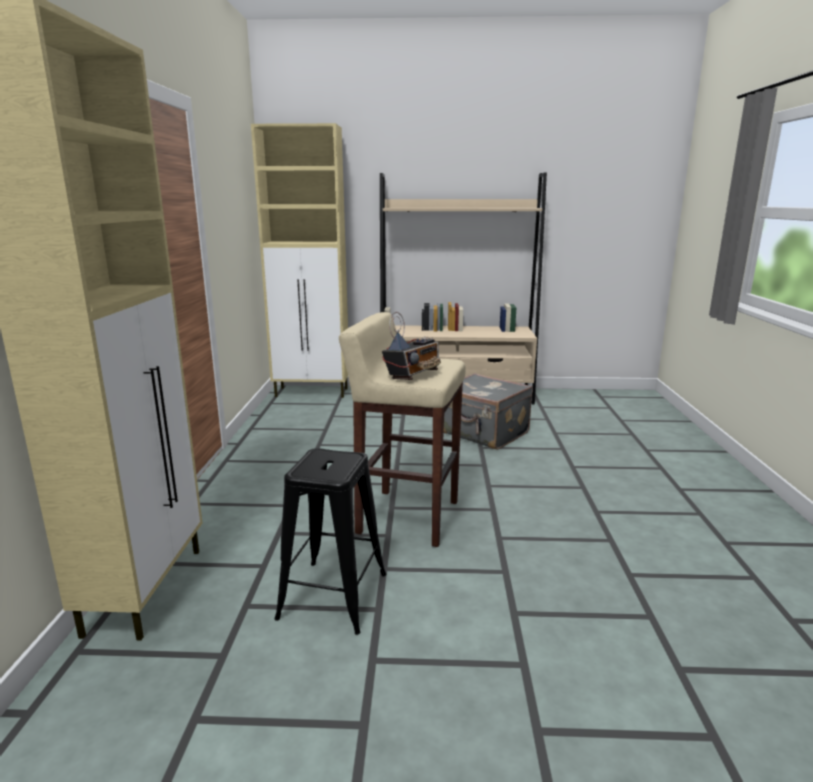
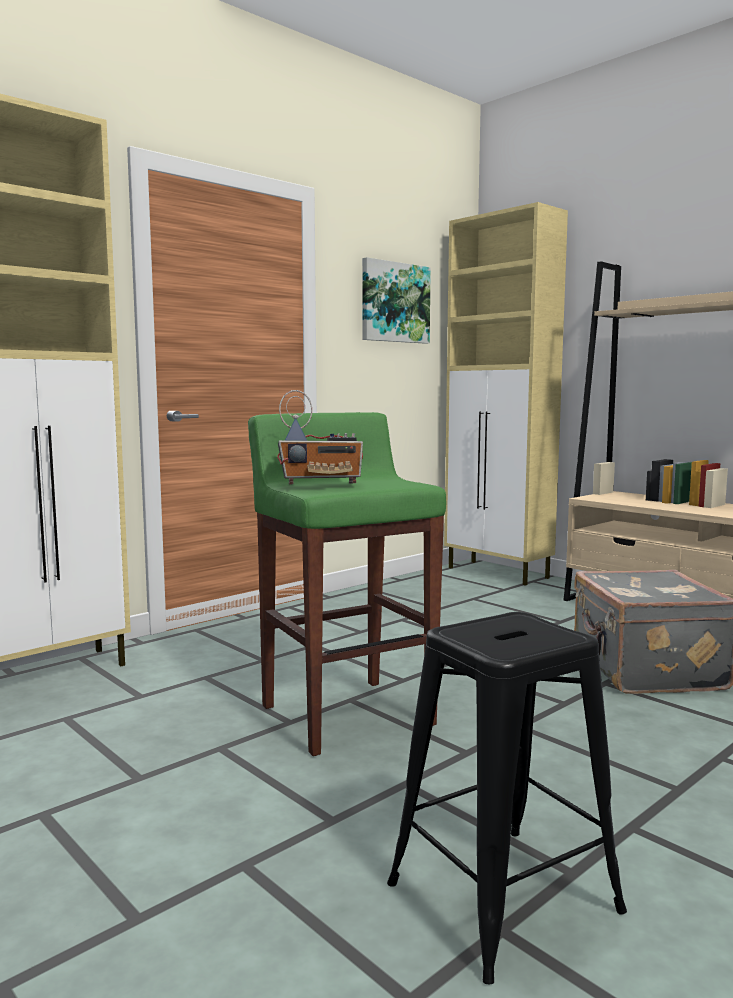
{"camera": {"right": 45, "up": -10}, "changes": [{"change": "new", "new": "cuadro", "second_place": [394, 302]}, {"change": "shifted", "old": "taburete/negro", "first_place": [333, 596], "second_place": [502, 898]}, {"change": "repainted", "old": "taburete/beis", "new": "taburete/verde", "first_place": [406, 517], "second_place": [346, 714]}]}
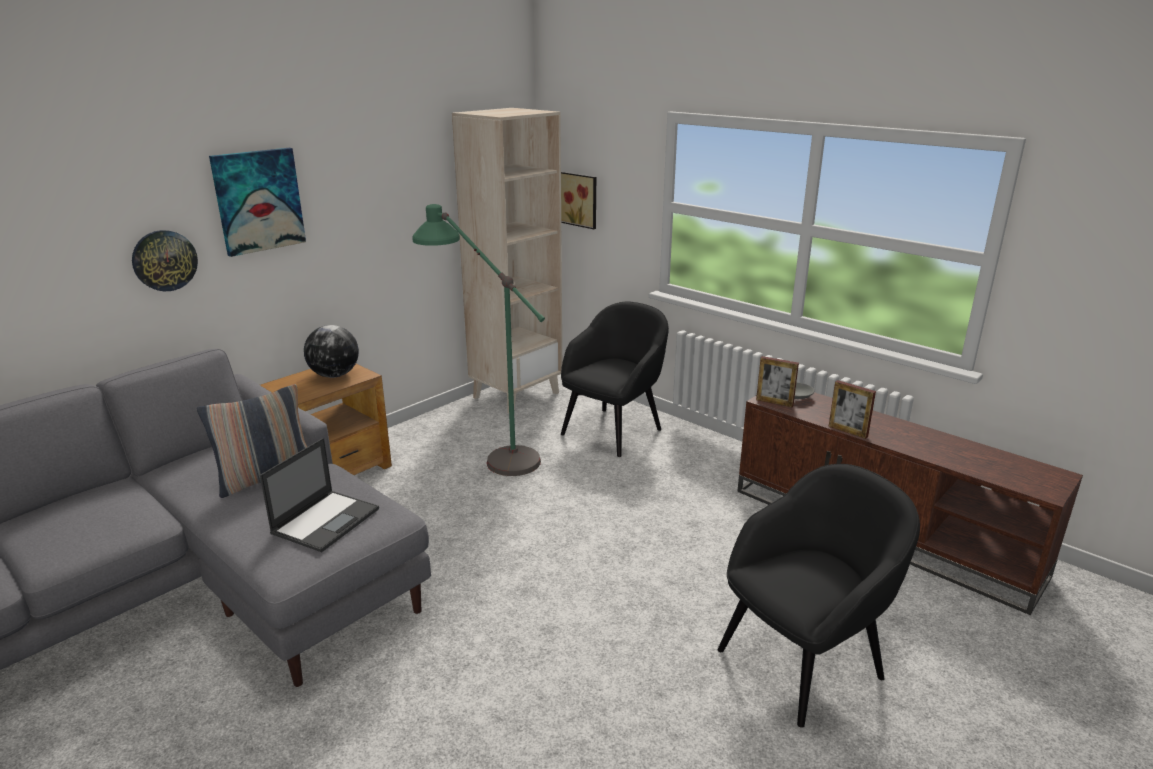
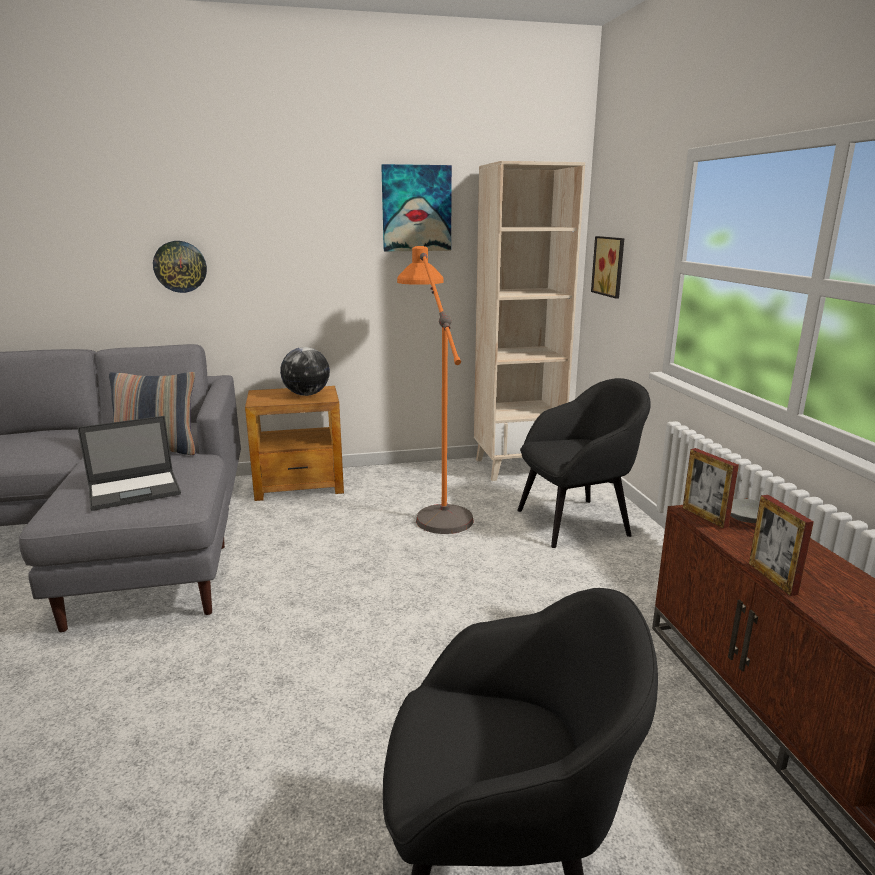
{"camera": {"right": 35, "up": -5}, "changes": [{"change": "shifted", "old": "cuadro", "first_place": [258, 201], "second_place": [416, 208]}, {"change": "repainted", "old": "lámpara de pie/verde", "new": "lámpara de pie/naranja", "first_place": [487, 449], "second_place": [435, 503]}]}
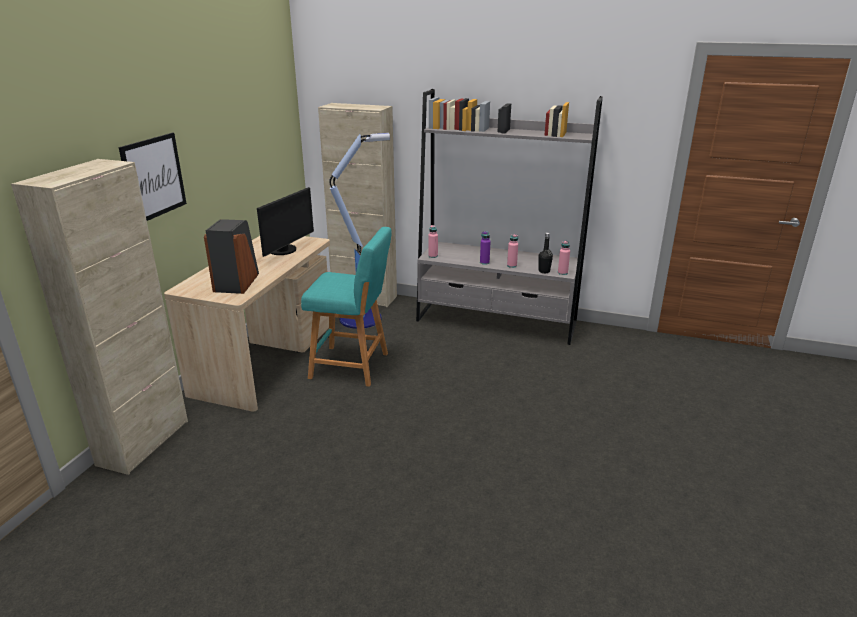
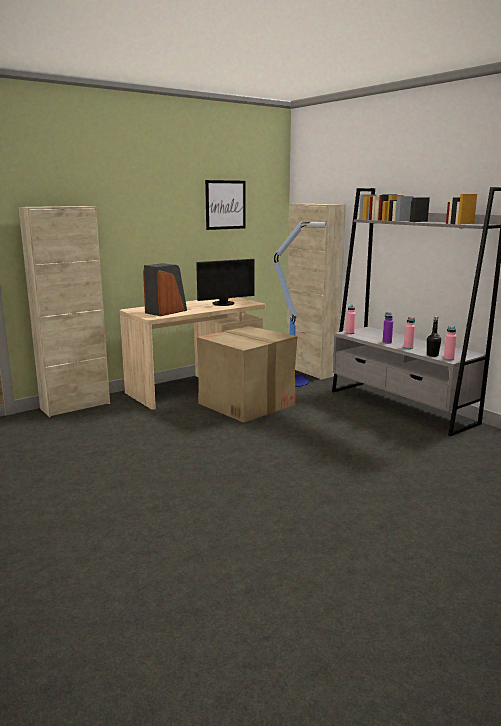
{"camera": {"right": 35, "up": -10}, "changes": [{"change": "shifted", "old": "cuadro", "first_place": [154, 177], "second_place": [225, 205]}, {"change": "swapped", "old": "taburete/turquesa", "new": "caja de cartón", "first_place": [353, 366], "second_place": [247, 404]}]}
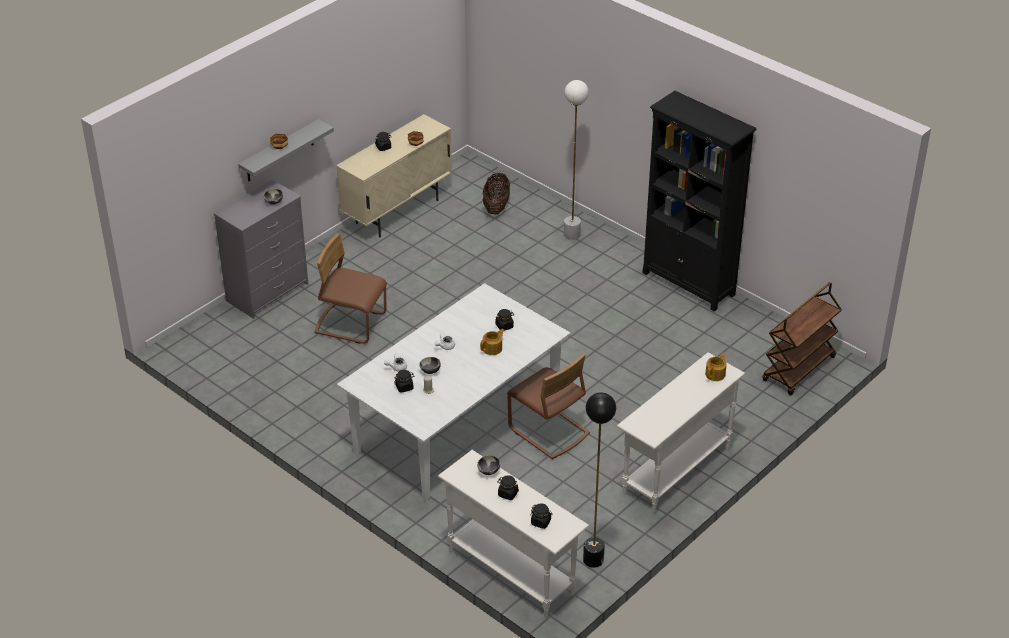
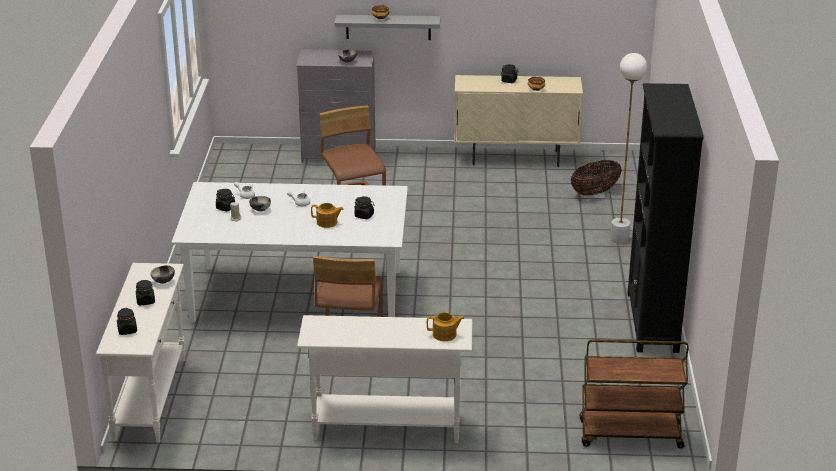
{"camera": {"right": 50, "up": -10}, "changes": [{"change": "gone", "old": "lámpara de pie/negro", "first_place": [593, 560]}]}
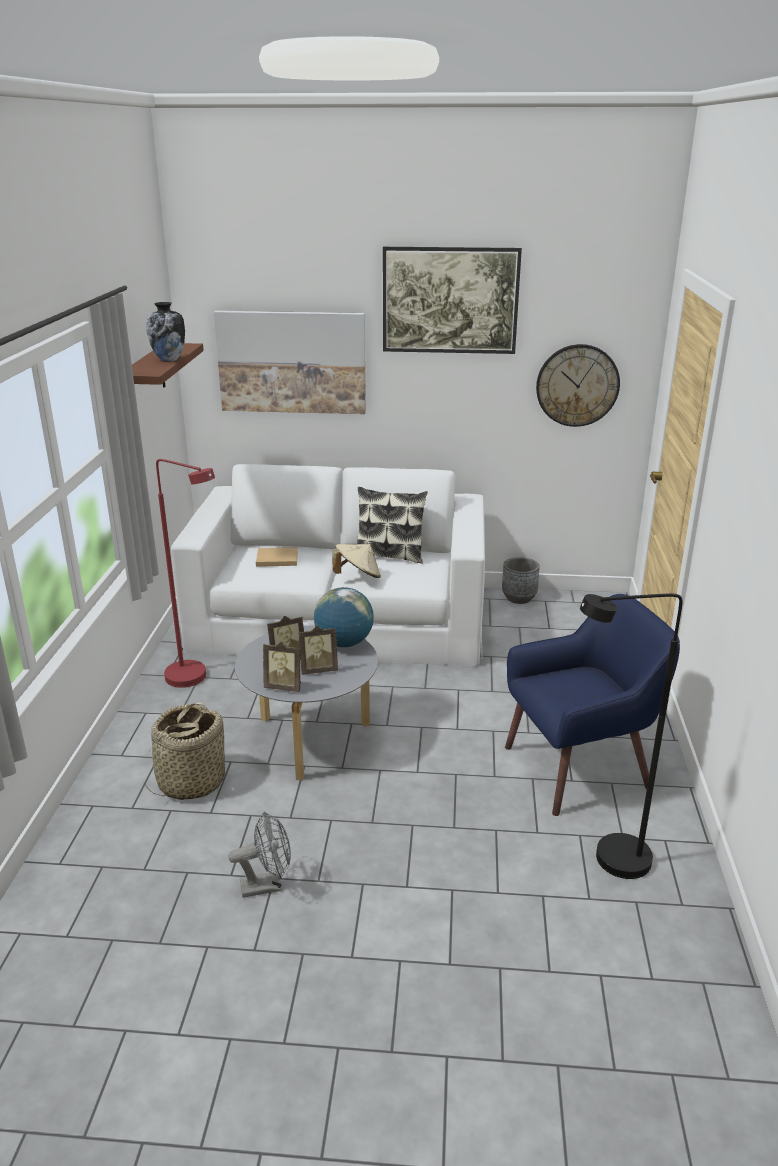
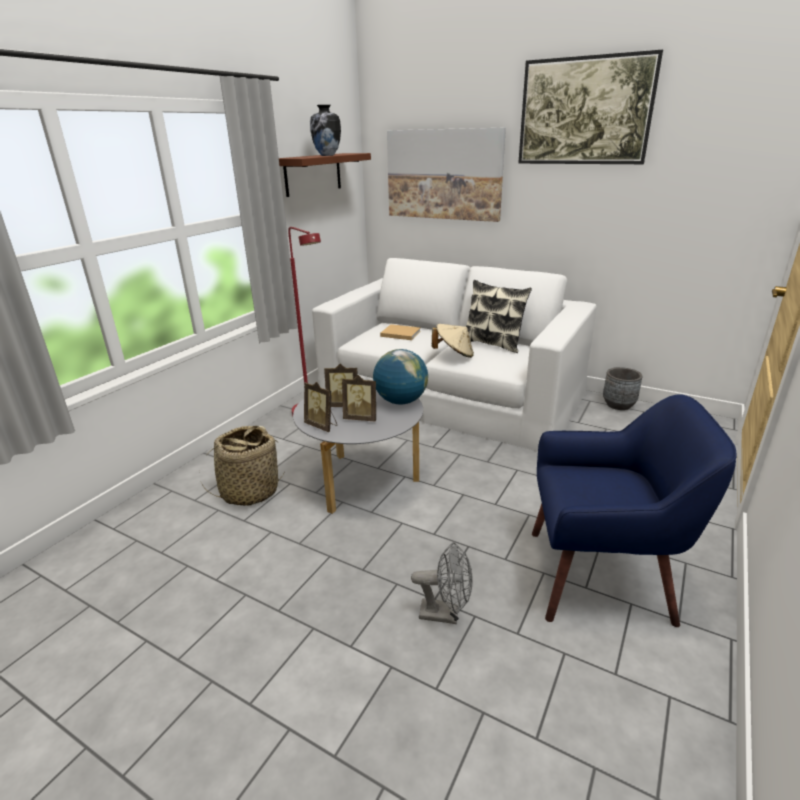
{"camera": {"right": 25, "up": 0}, "changes": [{"change": "gone", "old": "reloj de pared", "first_place": [577, 385]}, {"change": "gone", "old": "lámpara de pie/negro", "first_place": [609, 862]}, {"change": "shifted", "old": "ventilador/gris", "first_place": [267, 885], "second_place": [445, 614]}]}
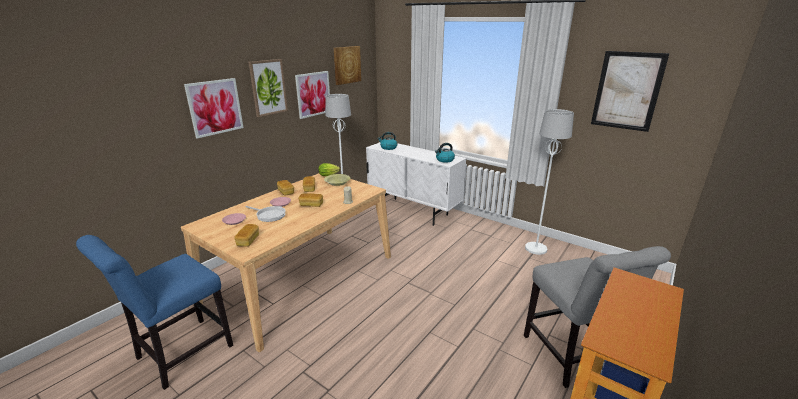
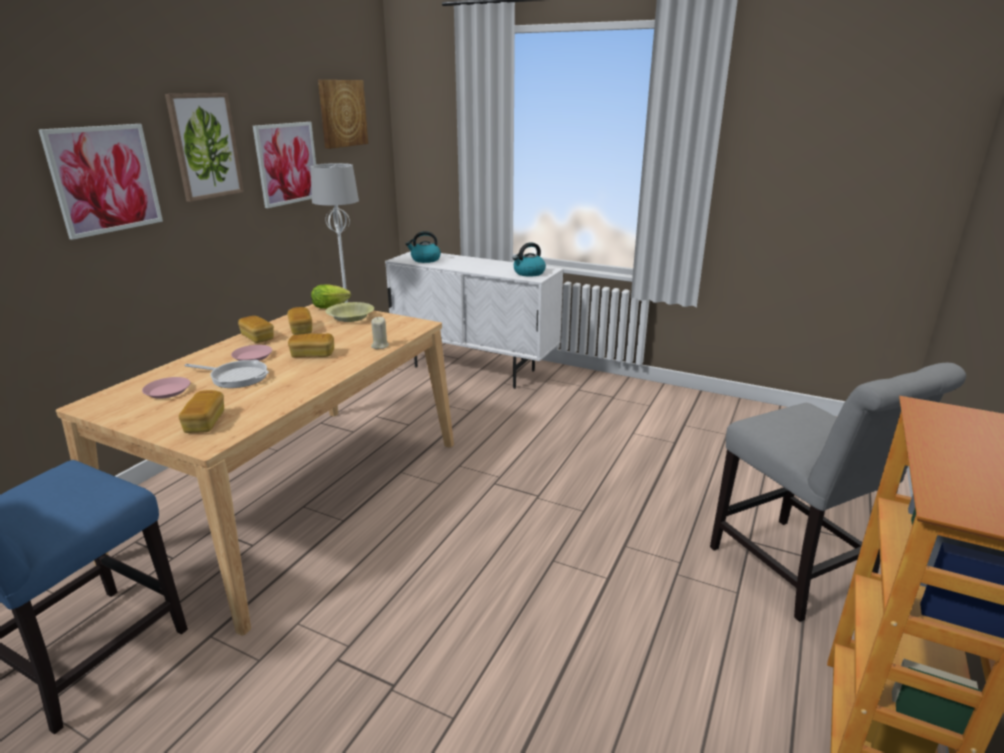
{"camera": {"right": -10, "up": 0}, "changes": [{"change": "gone", "old": "lámpara de pie/blanco", "first_place": [535, 249]}, {"change": "gone", "old": "cuadro", "first_place": [627, 91]}]}
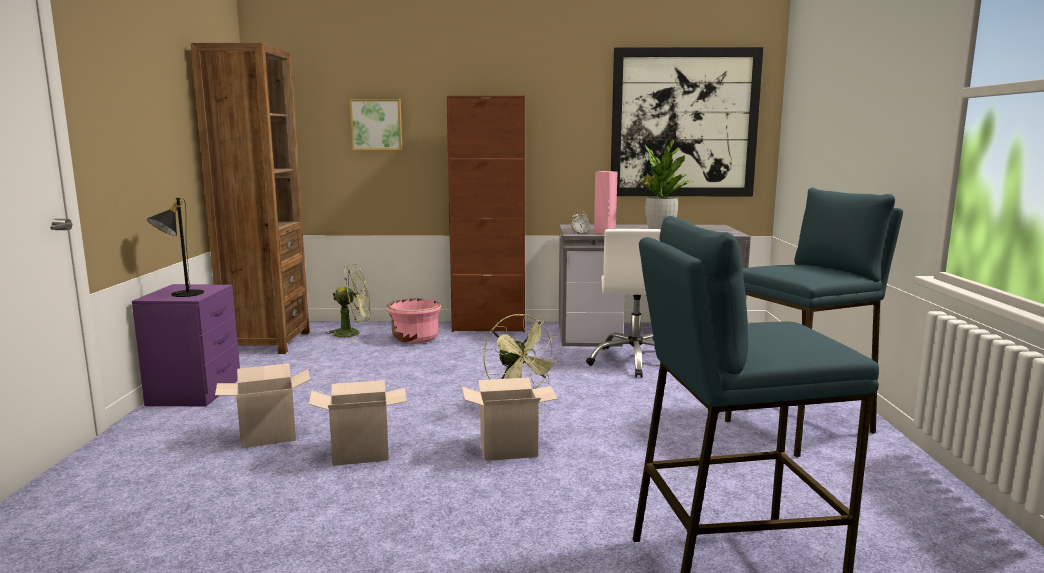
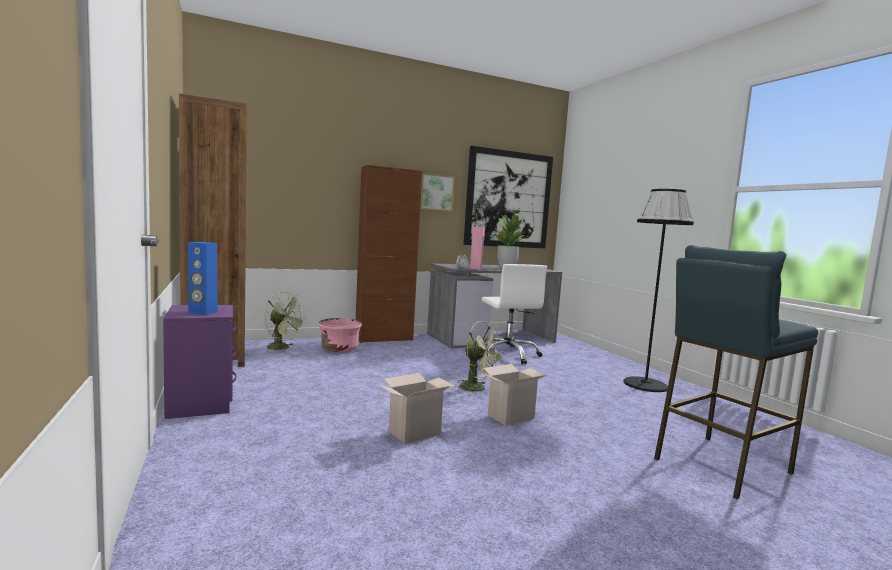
{"camera": {"right": -25, "up": -5}, "changes": [{"change": "gone", "old": "caja de cartón", "first_place": [266, 438]}, {"change": "shifted", "old": "cuadro", "first_place": [376, 124], "second_place": [436, 192]}, {"change": "swapped", "old": "lámpara de mesa/negro", "new": "altavoz/azul", "first_place": [181, 294], "second_place": [202, 312]}, {"change": "swapped", "old": "taburete/azul", "new": "lámpara de pie/negro", "first_place": [801, 427], "second_place": [645, 384]}, {"change": "rotated", "old": "ventilador/verde", "first_place": [353, 333], "second_place": [283, 348], "degrees": 60}]}
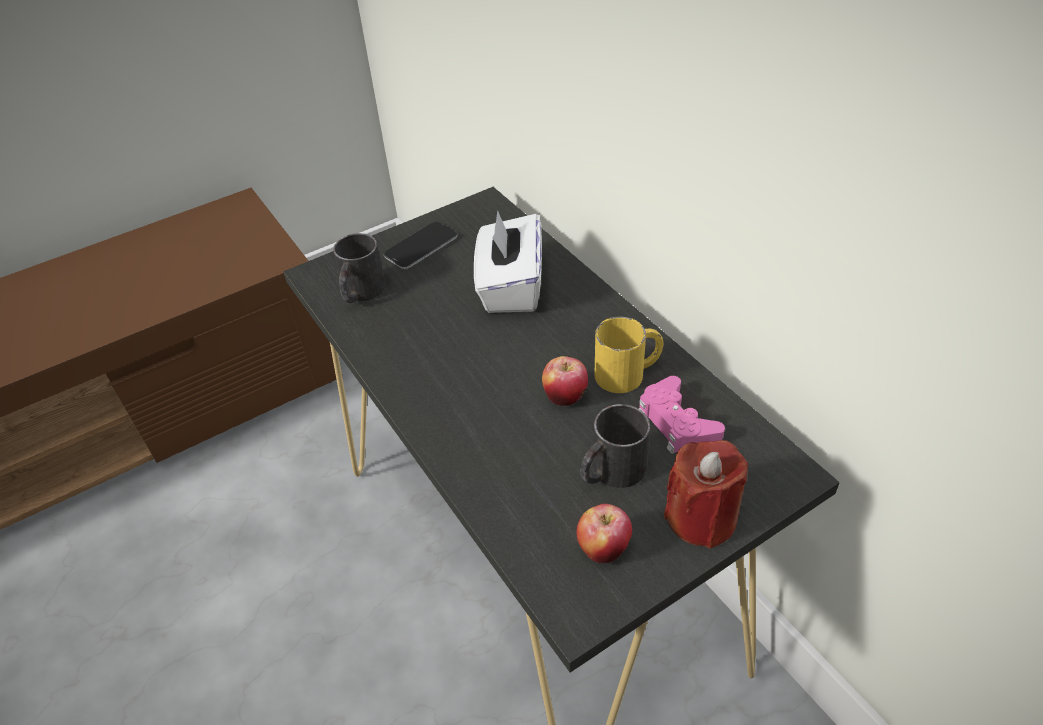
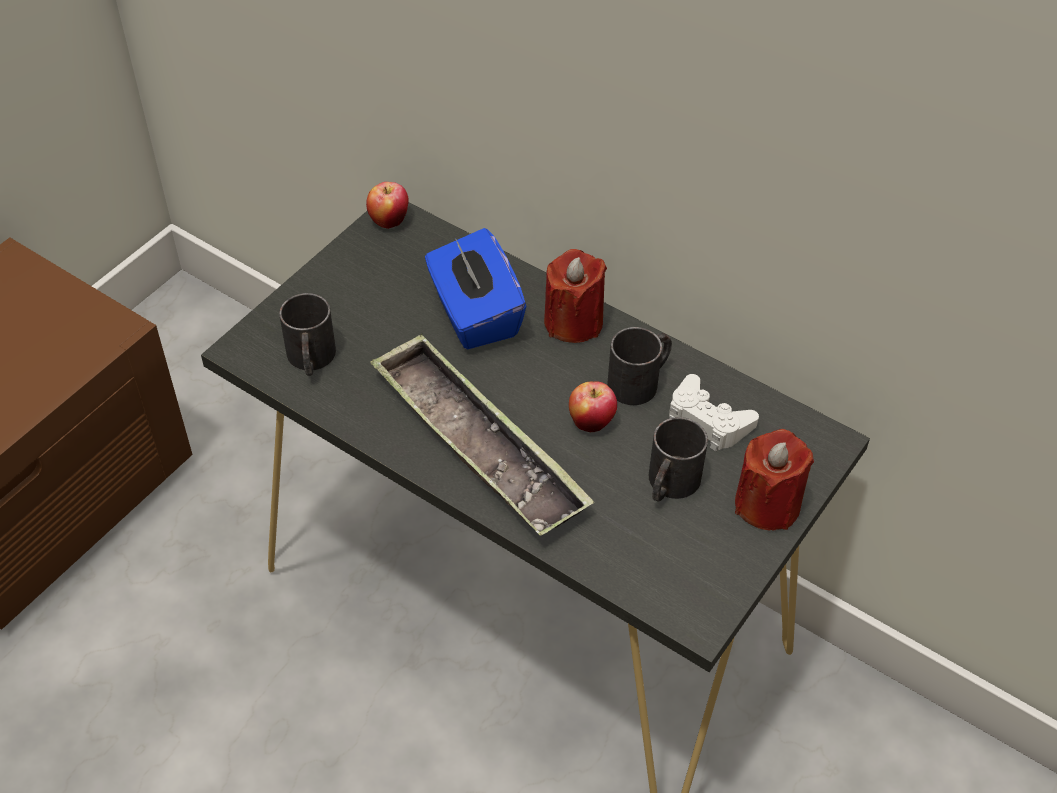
{"camera": {"right": -25, "up": 5}, "changes": [{"change": "gone", "old": "móvil", "first_place": [421, 247]}, {"change": "new", "new": "bandeja", "second_place": [477, 443]}, {"change": "new", "new": "vela/rojo", "second_place": [573, 322]}, {"change": "shifted", "old": "manzana", "first_place": [603, 548], "second_place": [389, 221]}, {"change": "repainted", "old": "caja de pañuelos/blanco", "new": "caja de pañuelos/azul", "first_place": [510, 287], "second_place": [474, 314]}, {"change": "repainted", "old": "taza grande/amarillo", "new": "taza grande/negro", "first_place": [628, 373], "second_place": [640, 380]}, {"change": "repainted", "old": "mando de consola/rosa", "new": "mando de consola/blanco", "first_place": [676, 423], "second_place": [708, 420]}]}
